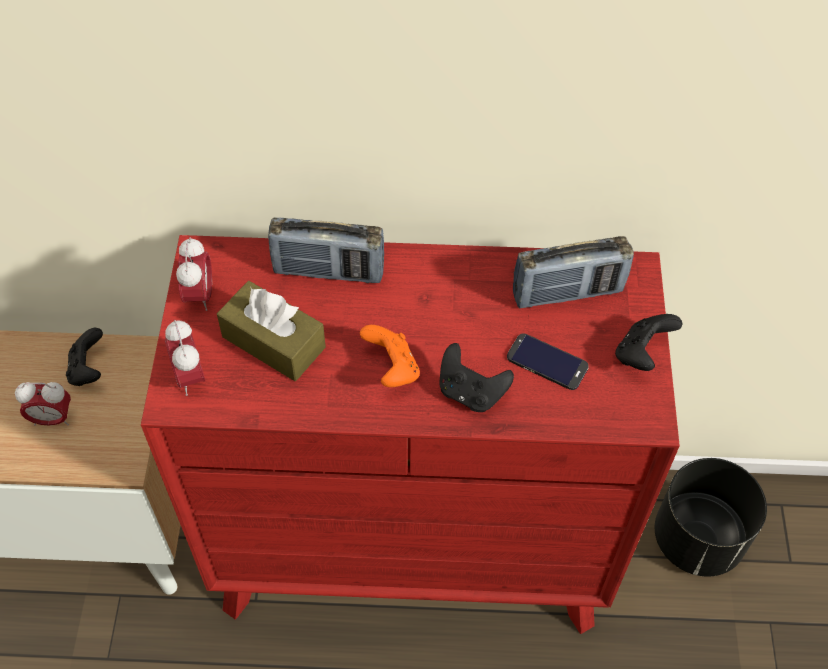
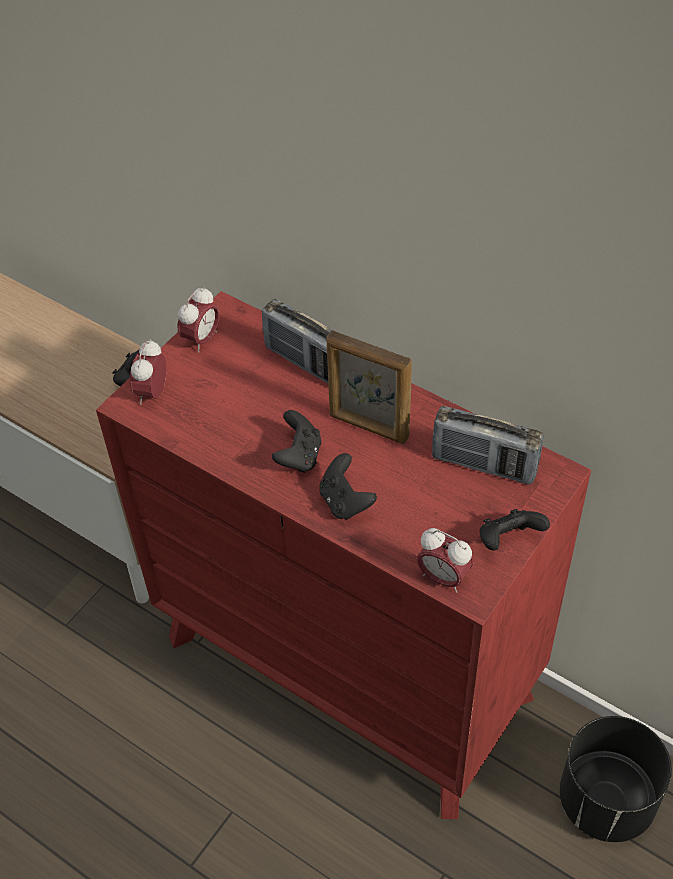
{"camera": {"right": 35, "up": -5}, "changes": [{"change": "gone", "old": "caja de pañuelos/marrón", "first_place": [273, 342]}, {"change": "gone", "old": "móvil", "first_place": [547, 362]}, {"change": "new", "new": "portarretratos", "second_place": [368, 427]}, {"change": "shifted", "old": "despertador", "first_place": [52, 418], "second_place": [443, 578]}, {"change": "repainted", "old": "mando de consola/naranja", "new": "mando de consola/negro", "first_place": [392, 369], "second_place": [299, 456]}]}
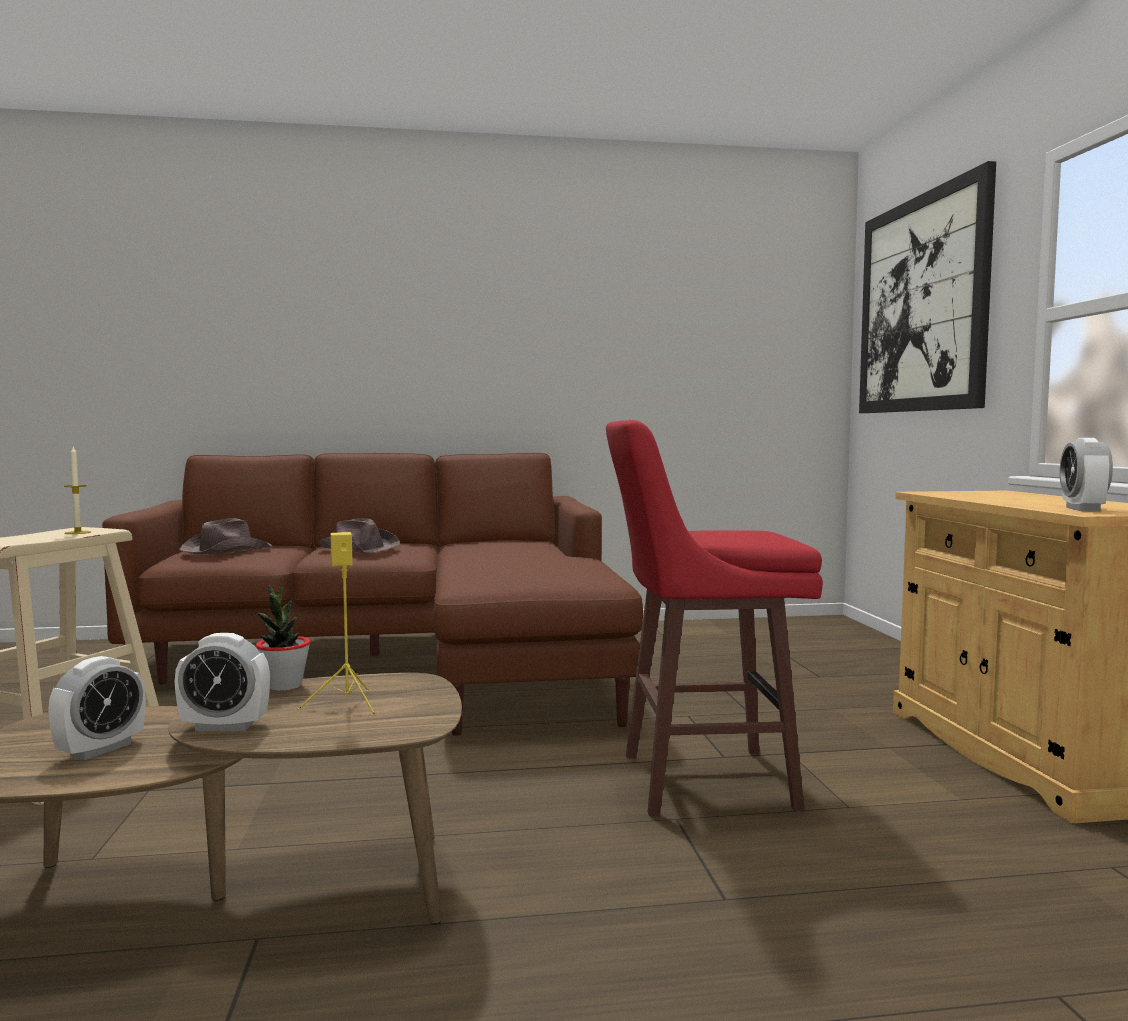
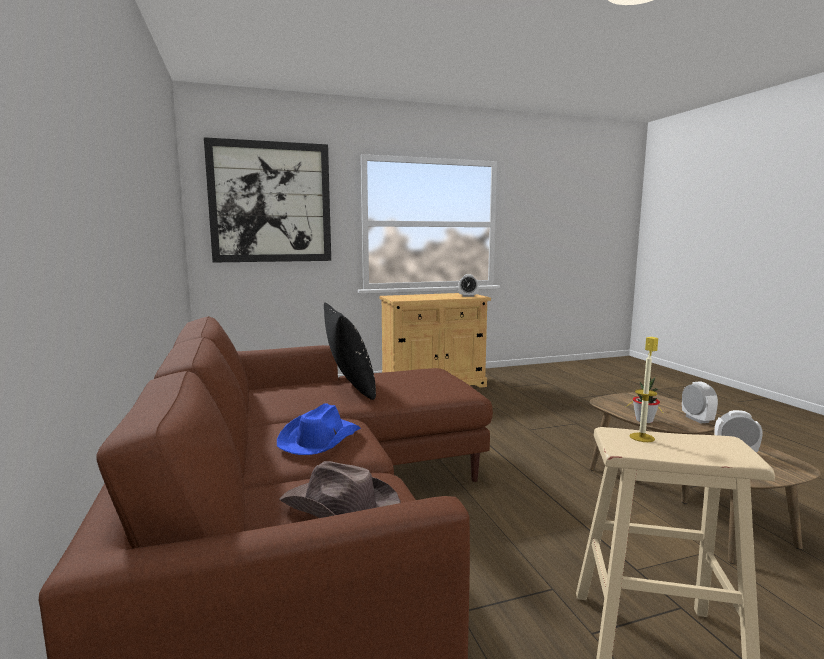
{"camera": {"right": -100, "up": 5}, "changes": [{"change": "gone", "old": "taburete/rojo", "first_place": [700, 781]}, {"change": "new", "new": "cojín/negro", "second_place": [349, 387]}, {"change": "repainted", "old": "sombrero/marrón", "new": "sombrero/azul", "first_place": [358, 548], "second_place": [319, 439]}]}
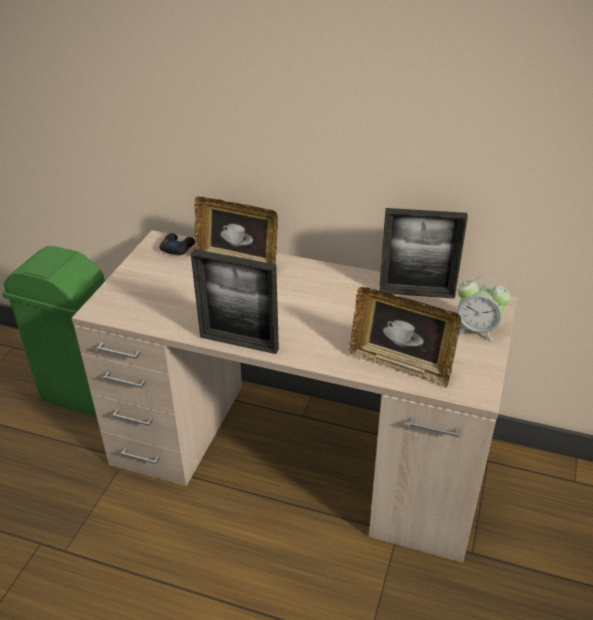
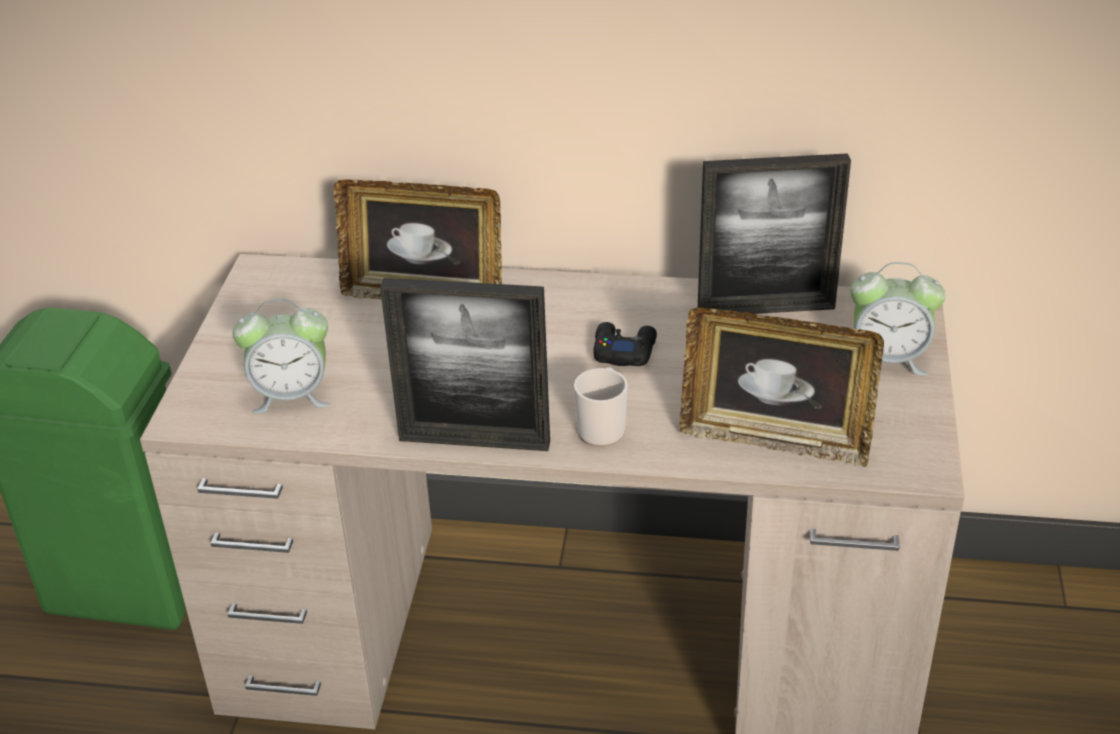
{"camera": {"right": -10, "up": 0}, "changes": [{"change": "new", "new": "despertador", "second_place": [291, 395]}, {"change": "new", "new": "taza grande", "second_place": [602, 428]}, {"change": "shifted", "old": "mando de consola/negro", "first_place": [177, 247], "second_place": [623, 350]}]}
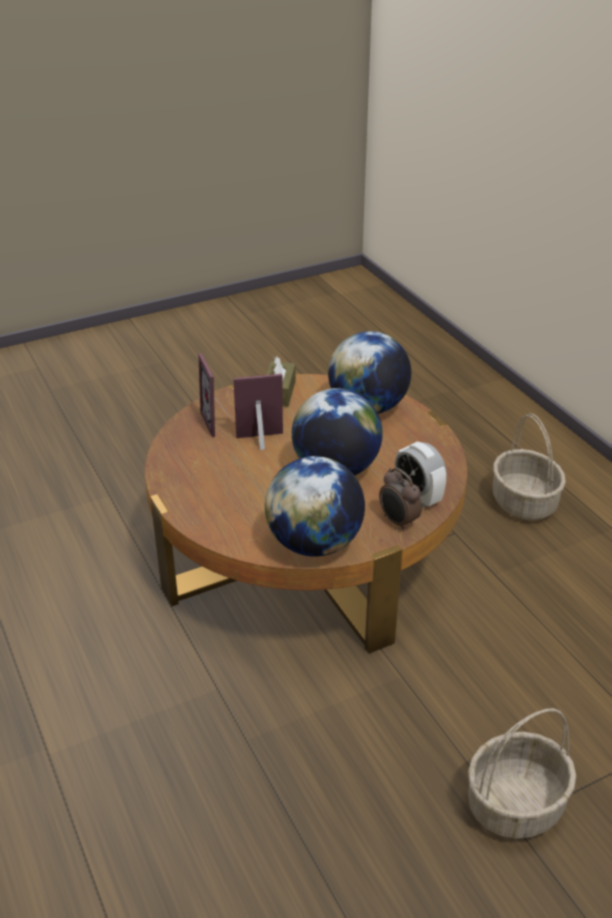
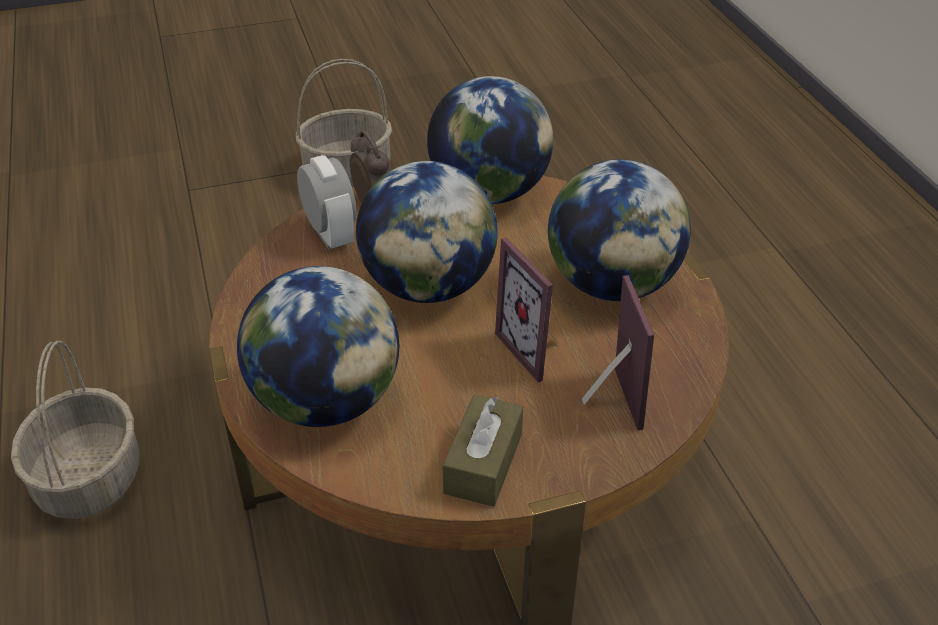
{"camera": {"right": -170, "up": 5}, "changes": [{"change": "new", "new": "globo terráqueo", "second_place": [612, 284]}, {"change": "rotated", "old": "portarretratos", "first_place": [261, 442], "second_place": [535, 349], "degrees": 60}]}
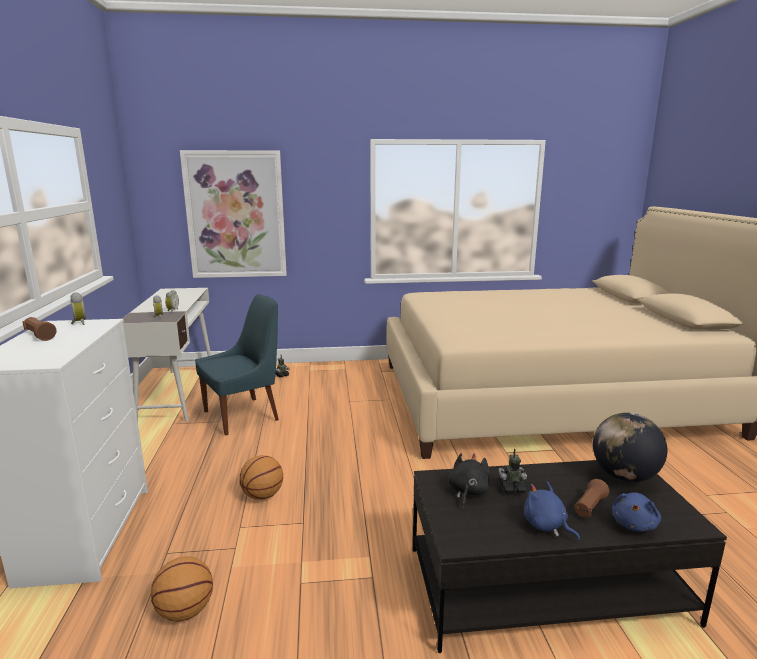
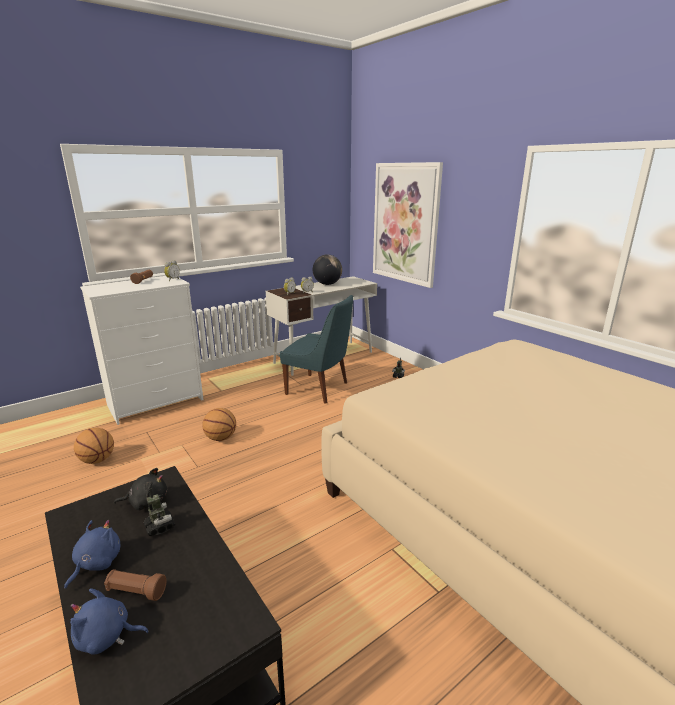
{"camera": {"right": 60, "up": 5}, "changes": [{"change": "shifted", "old": "globo terráqueo", "first_place": [624, 476], "second_place": [327, 284]}]}
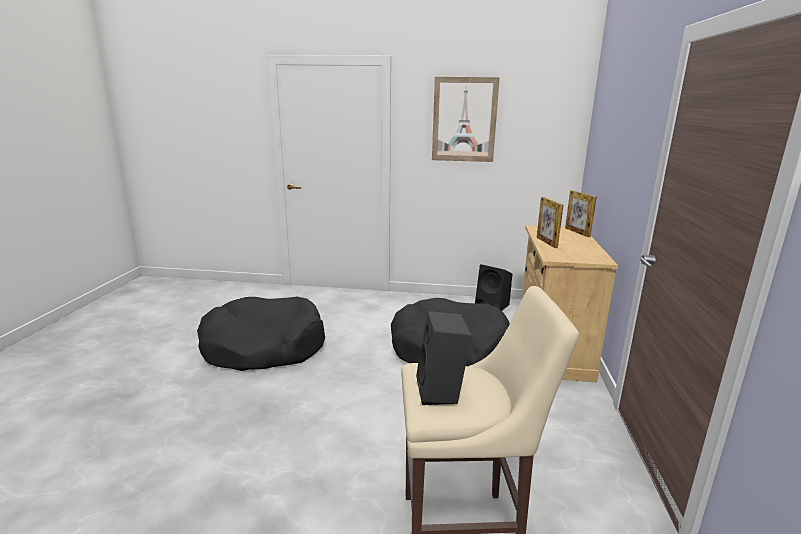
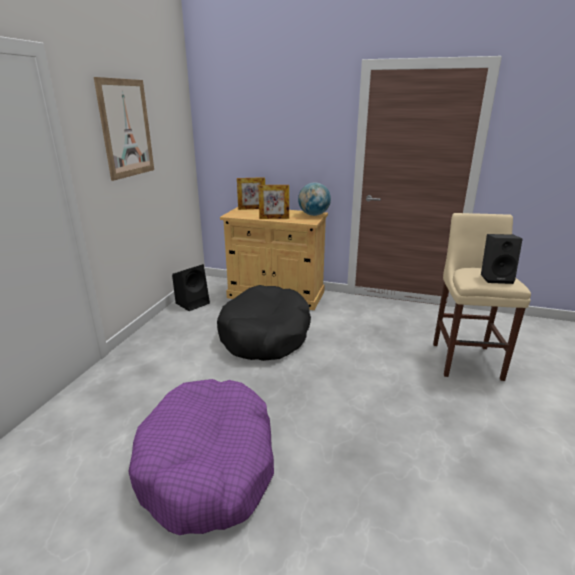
{"camera": {"right": -80, "up": 5}, "changes": [{"change": "new", "new": "globo terráqueo", "second_place": [313, 215]}, {"change": "repainted", "old": "cama para perro/negro", "new": "cama para perro/morado", "first_place": [264, 347], "second_place": [208, 465]}]}
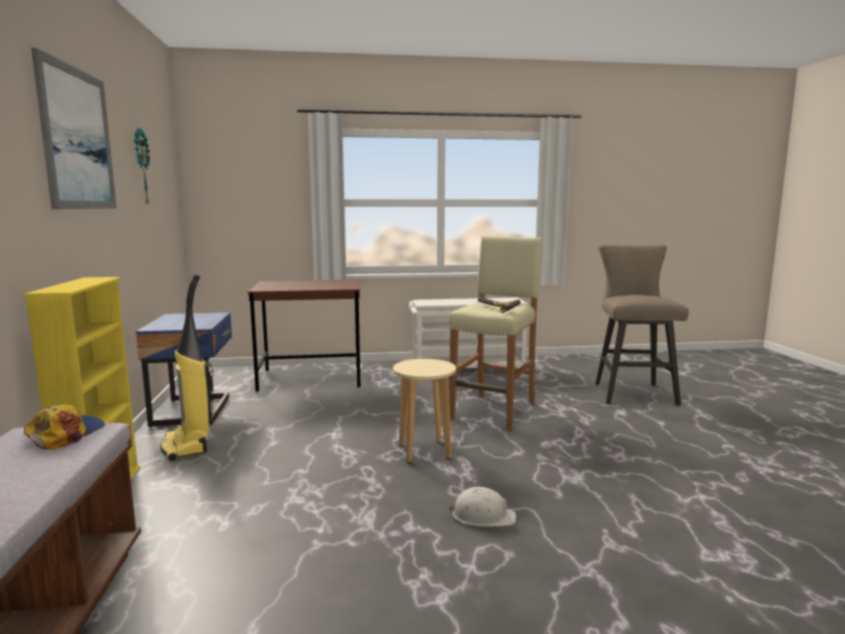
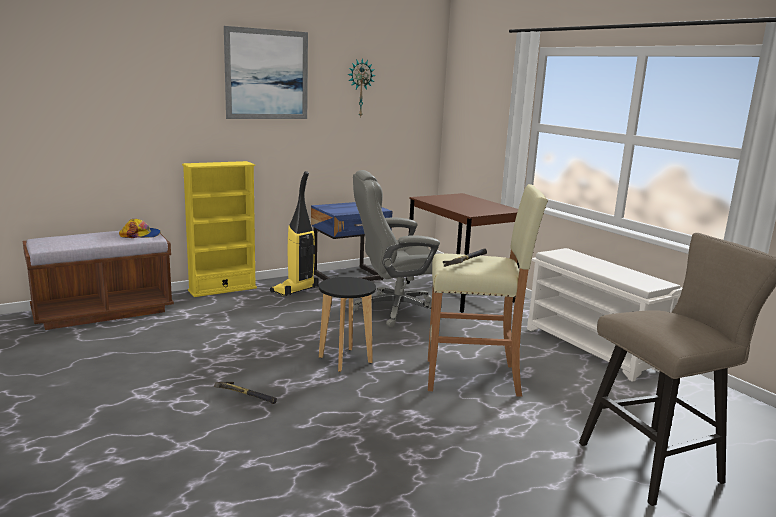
{"camera": {"right": 65, "up": 5}, "changes": [{"change": "new", "new": "silla de oficina/gris", "second_place": [395, 310]}, {"change": "swapped", "old": "casco/blanco", "new": "martillo", "first_place": [483, 516], "second_place": [246, 397]}, {"change": "repainted", "old": "taburete/beis", "new": "taburete/negro", "first_place": [424, 451], "second_place": [345, 360]}]}
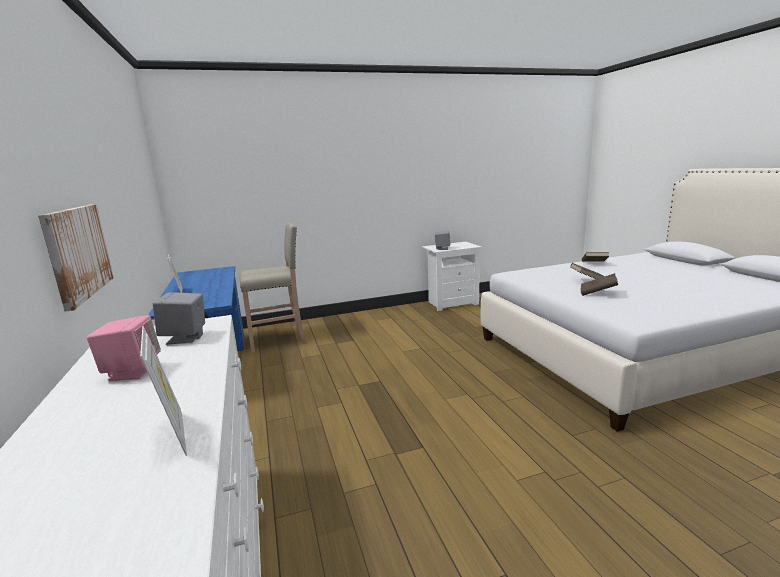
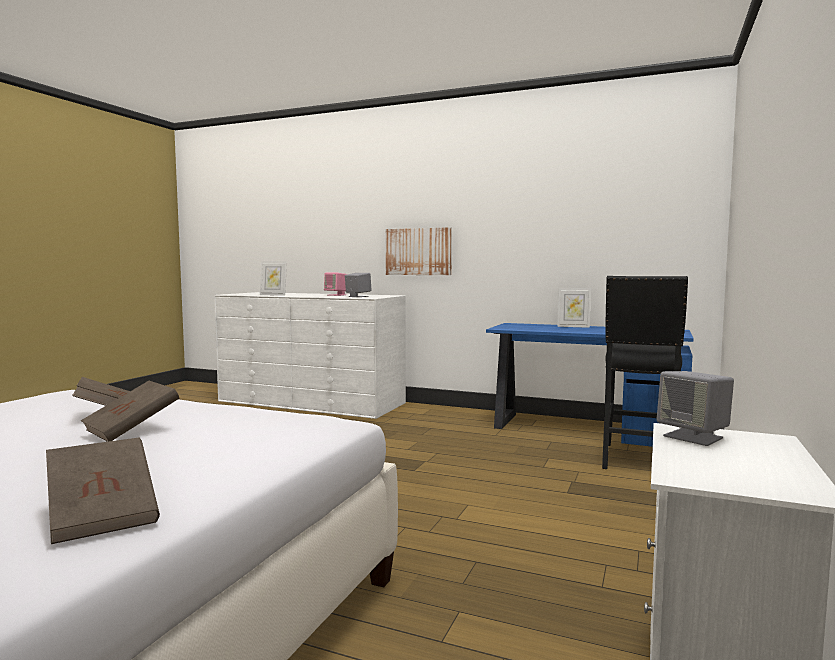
{"camera": {"right": 130, "up": -10}, "changes": [{"change": "repainted", "old": "taburete/beis", "new": "taburete/negro", "first_place": [279, 340], "second_place": [638, 460]}]}
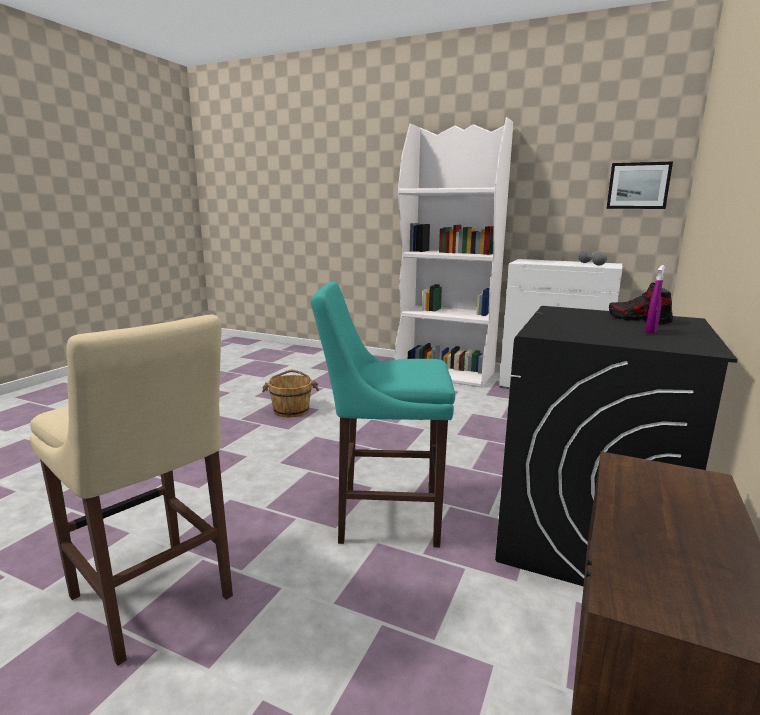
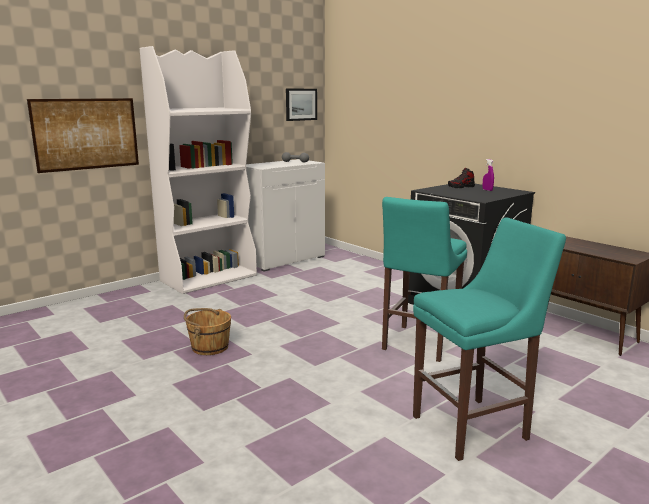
{"camera": {"right": -65, "up": 0}, "changes": [{"change": "new", "new": "cuadro", "second_place": [86, 134]}, {"change": "repainted", "old": "taburete/beis", "new": "taburete/turquesa", "first_place": [154, 601], "second_place": [474, 426]}]}
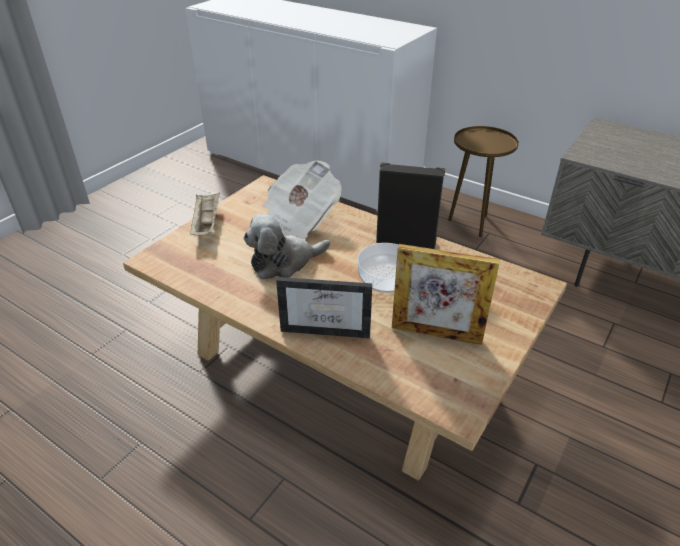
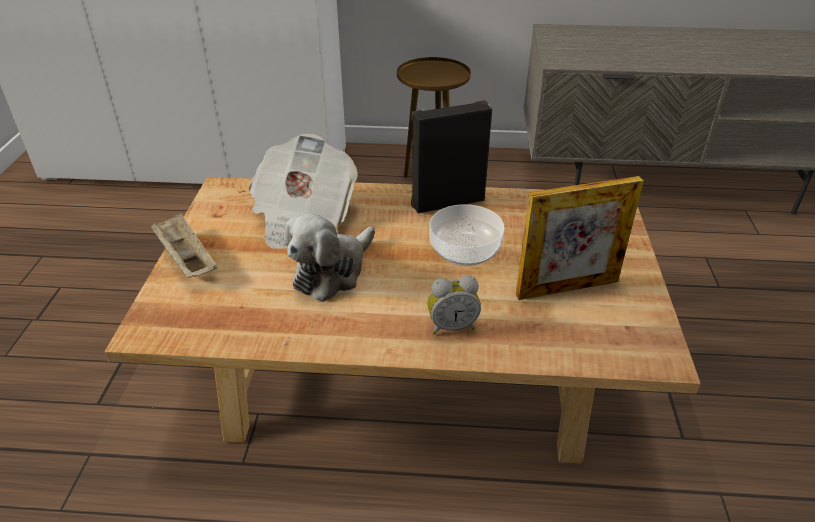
{"camera": {"right": -30, "up": 0}, "changes": [{"change": "swapped", "old": "portarretratos", "new": "despertador", "first_place": [328, 327], "second_place": [451, 326]}]}
